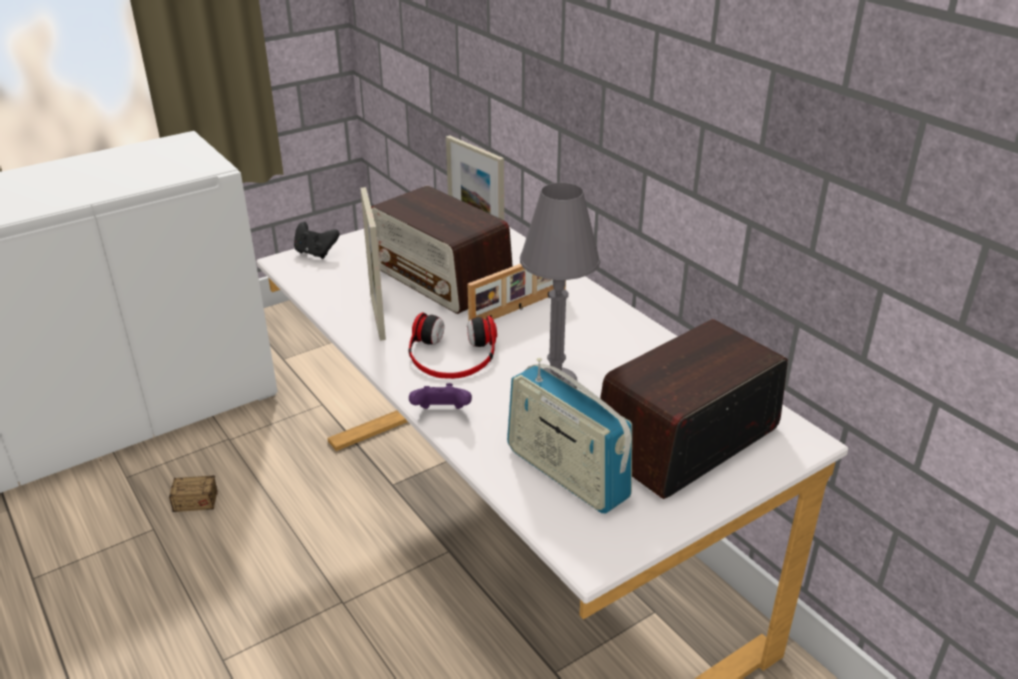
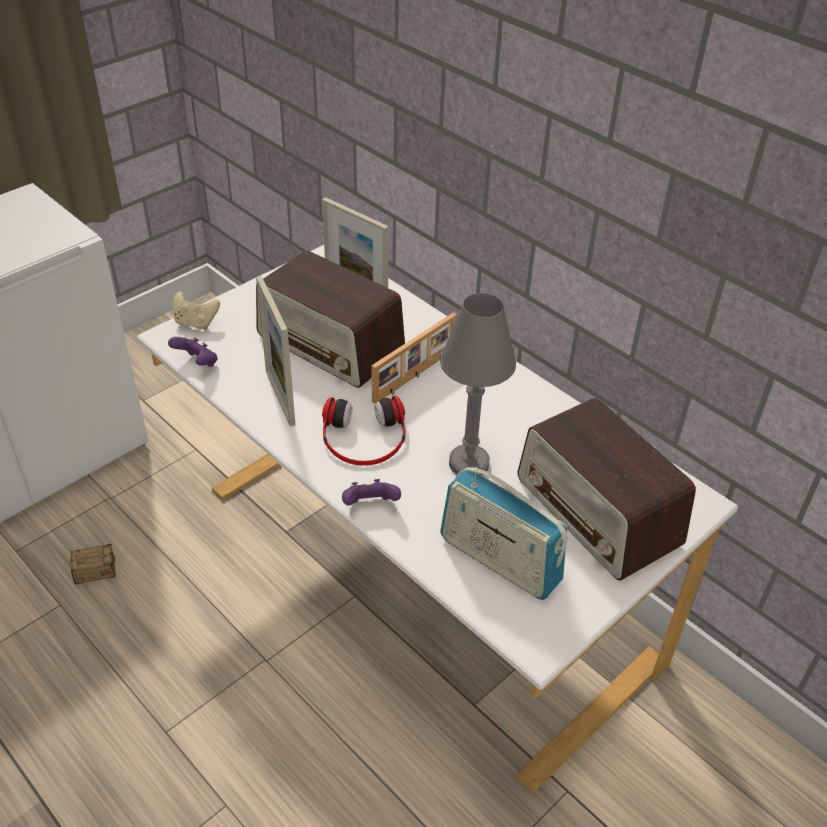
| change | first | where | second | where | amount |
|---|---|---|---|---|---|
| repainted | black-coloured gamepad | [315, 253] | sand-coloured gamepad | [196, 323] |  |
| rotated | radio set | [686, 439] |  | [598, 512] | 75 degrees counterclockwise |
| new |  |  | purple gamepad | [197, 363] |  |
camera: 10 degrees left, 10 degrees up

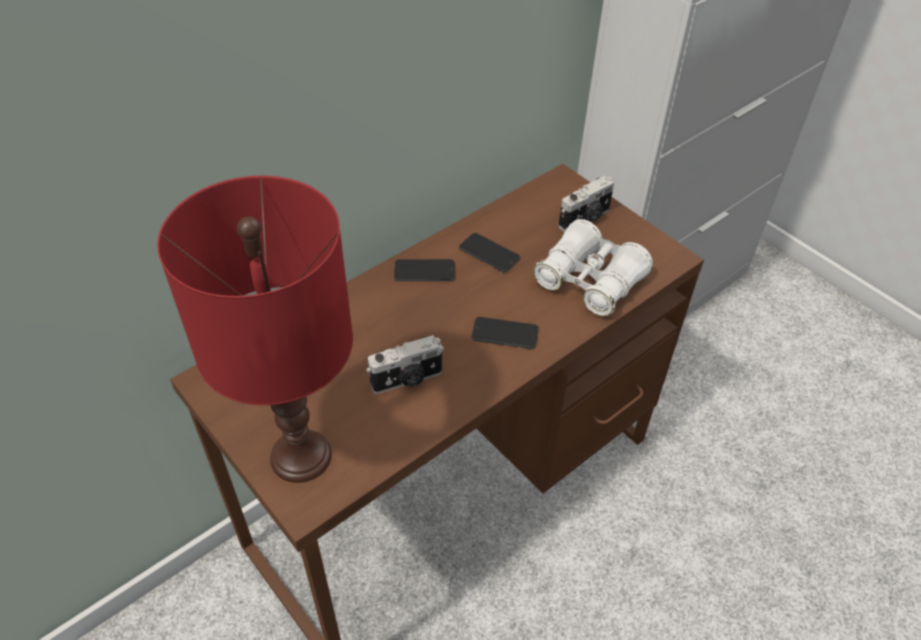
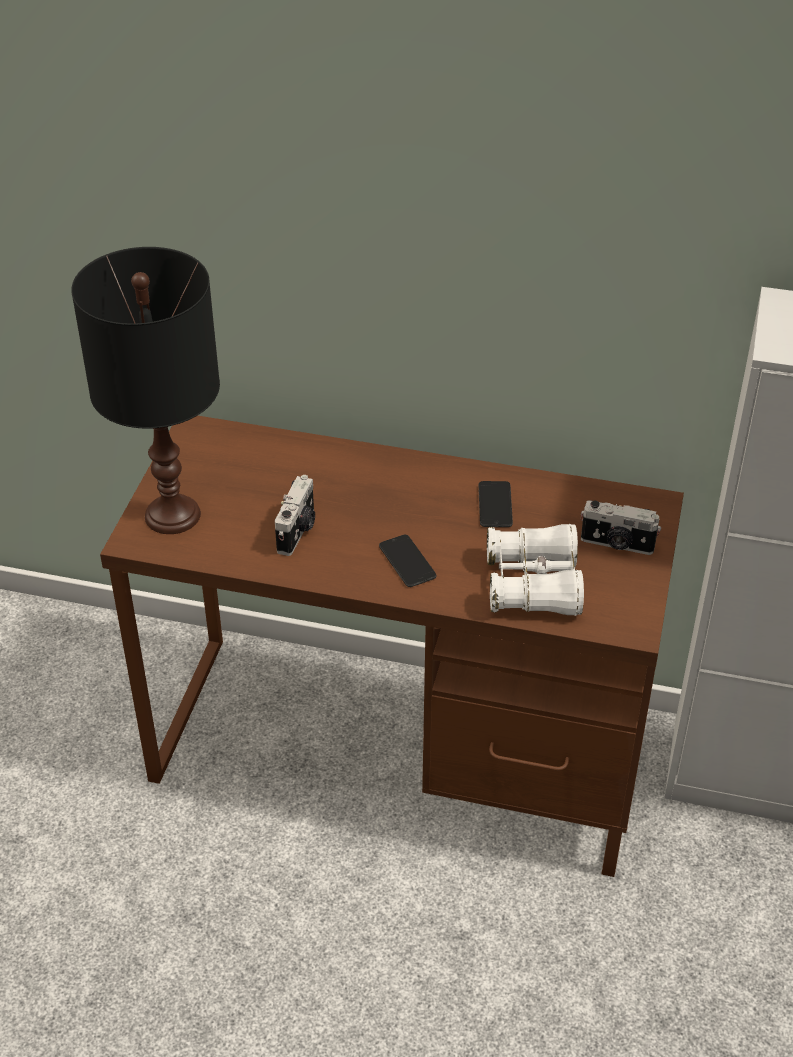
| change | first | where | second | where | amount |
|---|---|---|---|---|---|
| repainted | reddish tabletop lamp | [302, 455] | black-coloured tabletop lamp | [173, 515] |  |
| gone | telephone | [424, 271] |  |  |  |
| rotated | photo camera | [407, 380] |  | [298, 531] | 105 degrees counterclockwise |
camera: 55 degrees right, 5 degrees down

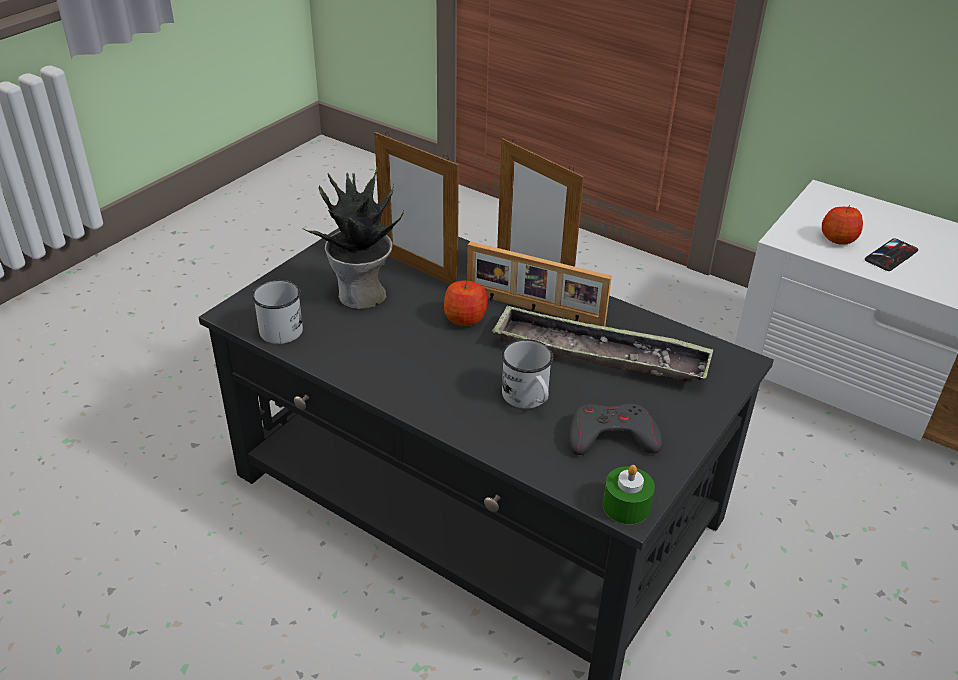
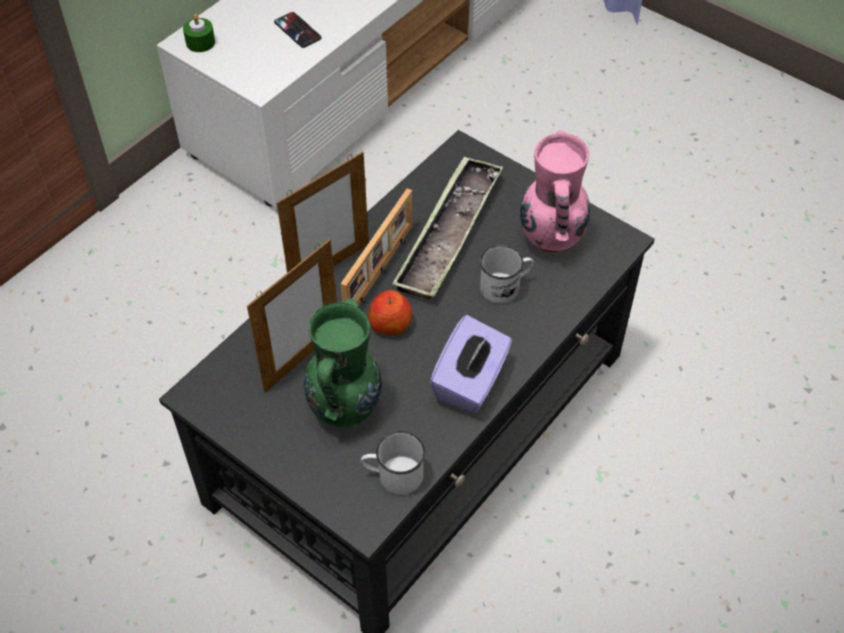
| change | first | where | second | where | amount |
|---|---|---|---|---|---|
| swapped | houseplant | [361, 296] | greenish flower vase | [346, 408] |  |
| gone | whole apple | [838, 239] |  |  |  |
| swapped | greyish gamepad | [611, 437] | pinkish flower vase | [550, 239] |  |
| shifted | greenish wax candle | [626, 506] |  | [200, 42] |  |
| new |  |  | purple tissue box | [470, 382] |  |
camera: 85 degrees left, 15 degrees up

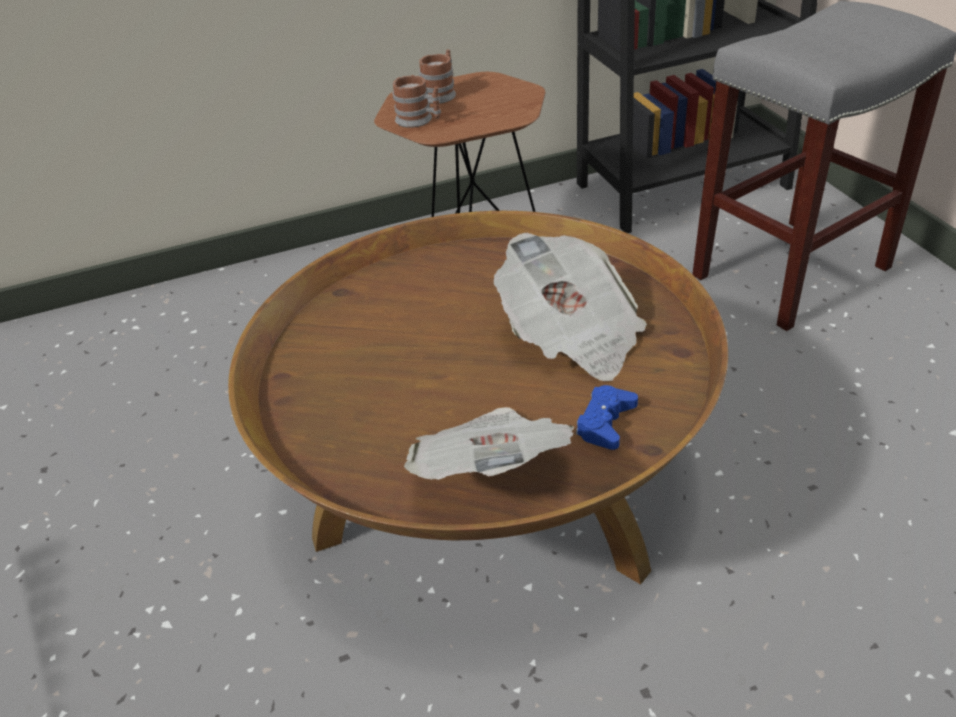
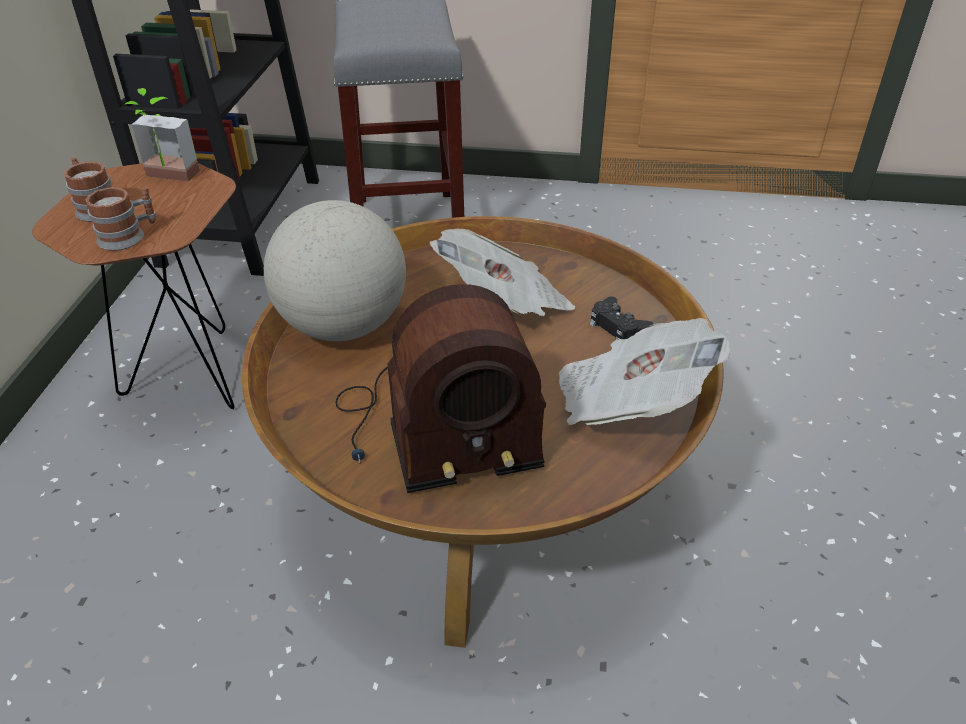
| change | first | where | second | where | amount |
|---|---|---|---|---|---|
| repainted | blue gamepad | [605, 423] | black-coloured gamepad | [618, 327] |  |
| new |  |  | houseplant | [168, 178] |  |
| new |  |  | desk globe | [343, 326] |  |
| new |  |  | radio set | [434, 428] |  |
camera: 65 degrees left, 0 degrees up

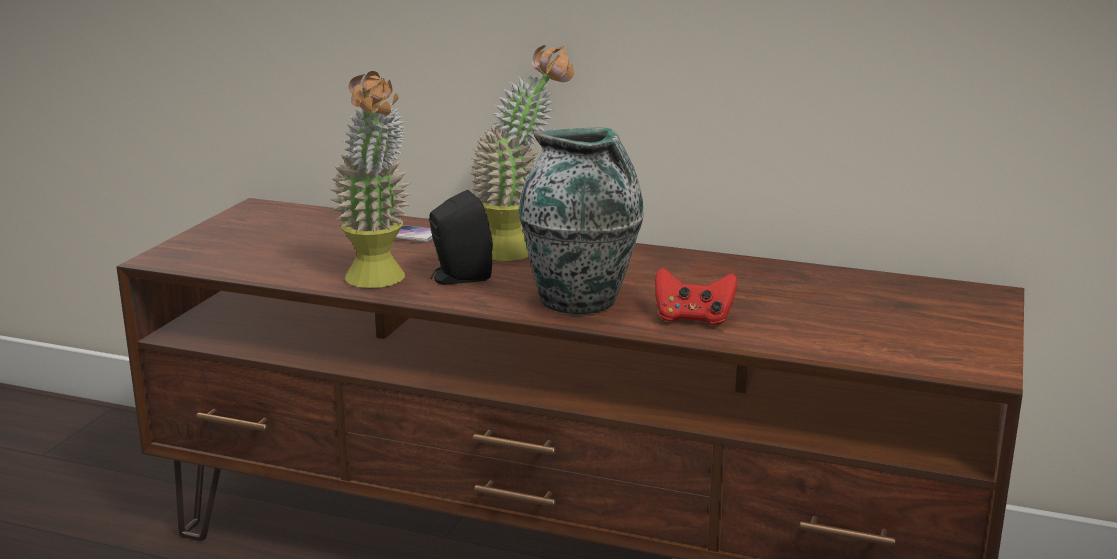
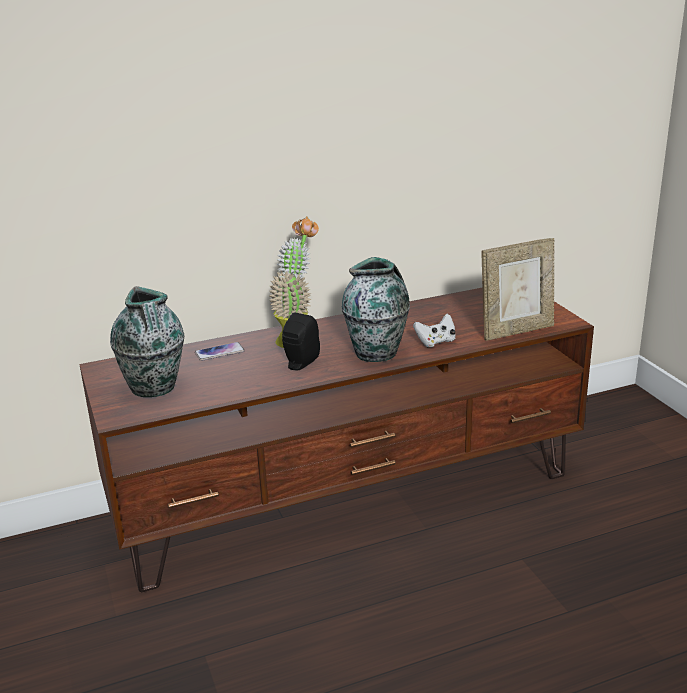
| change | first | where | second | where | amount |
|---|---|---|---|---|---|
| gone | houseplant | [379, 283] |  |  |  |
| repainted | reddish gamepad | [693, 318] | whitish gamepad | [436, 342] |  |
| new |  |  | photo frame | [516, 331] |  |
| new |  |  | flower vase | [154, 388] |  |
camera: 40 degrees left, 5 degrees up

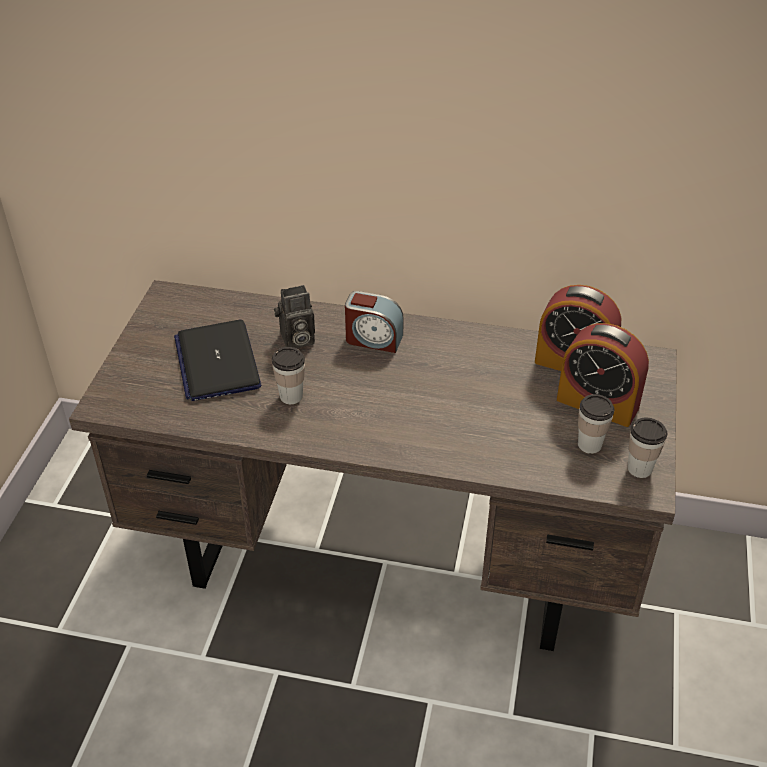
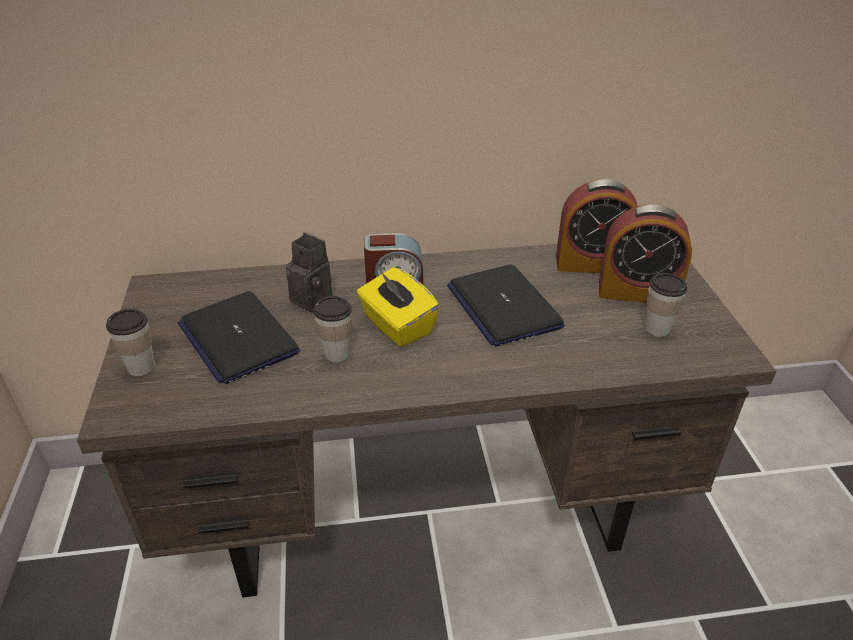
| change | first | where | second | where | amount |
|---|---|---|---|---|---|
| rotated | photo camera | [296, 340] |  | [315, 300] | 105 degrees counterclockwise |
| shifted | drinking cup | [639, 468] |  | [141, 367] |  |
| new |  |  | laptop | [503, 306] |  |
| new |  |  | yellow tissue box | [397, 326] |  |
camera: 20 degrees left, 5 degrees down

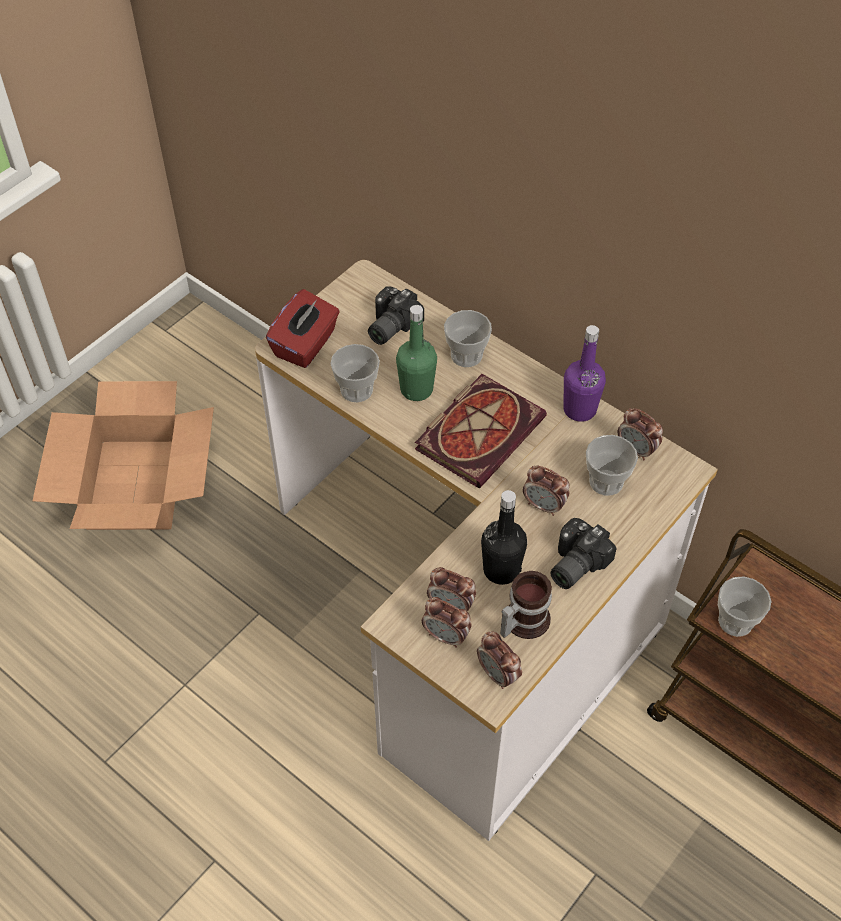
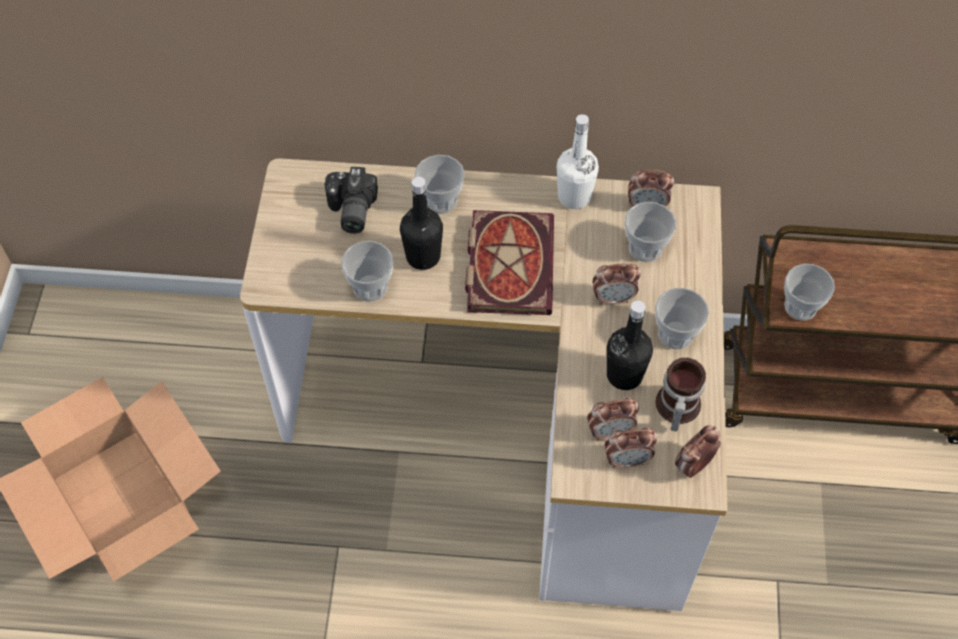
| change | first | where | second | where | amount |
|---|---|---|---|---|---|
| gone | reddish tissue box | [305, 345] |  |  |  |
| repainted | greenish drink bottle | [416, 389] | black-coloured drink bottle | [423, 256] |  |
| repainted | purple drink bottle | [579, 409] | whitish drink bottle | [574, 197] |  |
| swapped | photo camera | [573, 563] | drinking cup | [675, 334] |  |
| rotated | bedside clock | [498, 674] |  | [693, 465] | 120 degrees clockwise |
camera: 35 degrees left, 5 degrees up

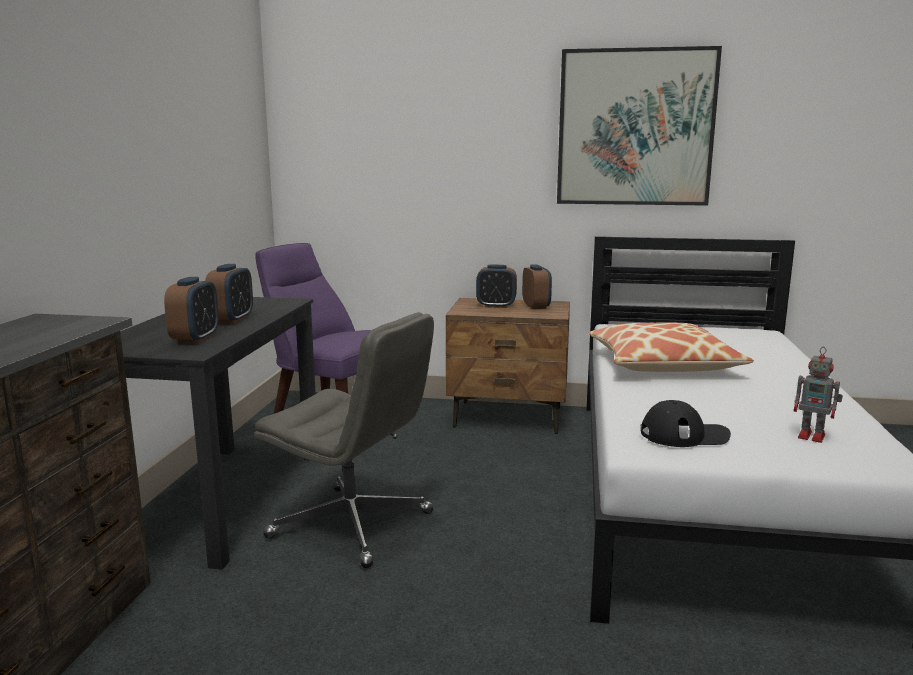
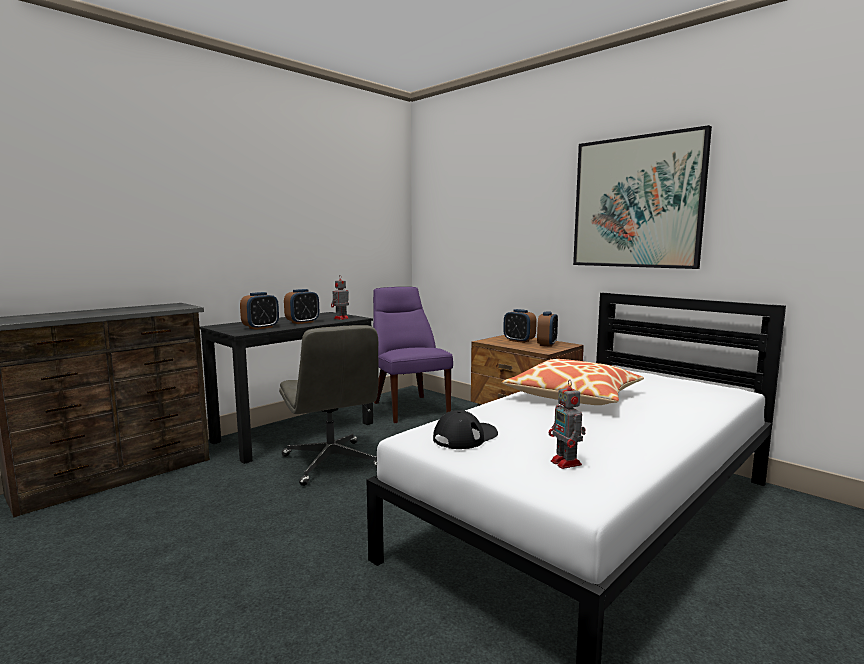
| change | first | where | second | where | amount |
|---|---|---|---|---|---|
| rotated | black-coloured baseball cap | [684, 435] |  | [465, 437] | 75 degrees counterclockwise |
| new |  |  | robot figure | [340, 318] |  |
camera: 35 degrees right, 5 degrees down

